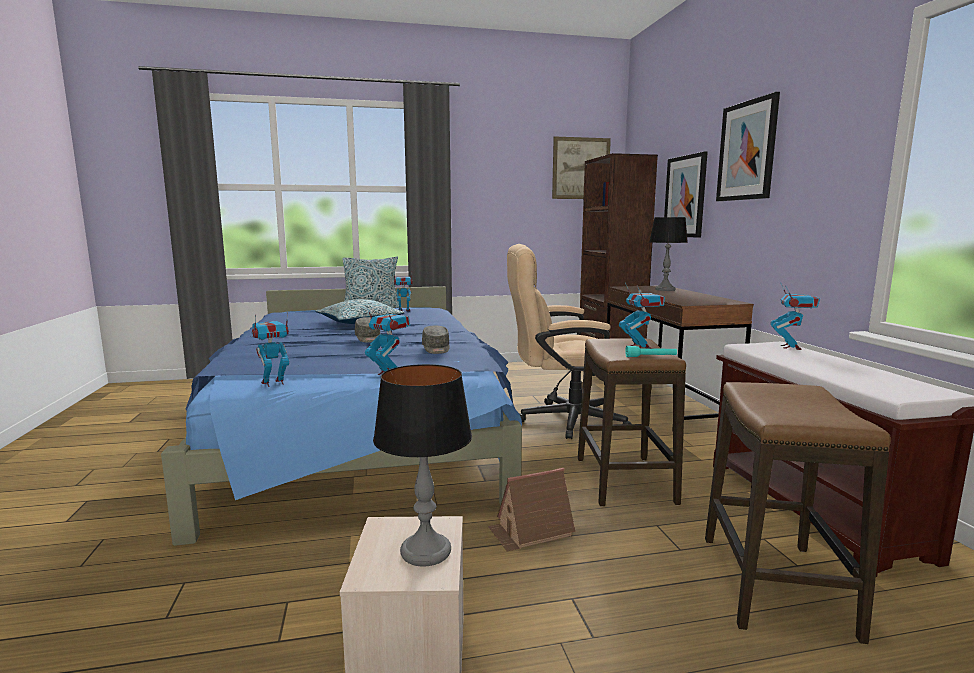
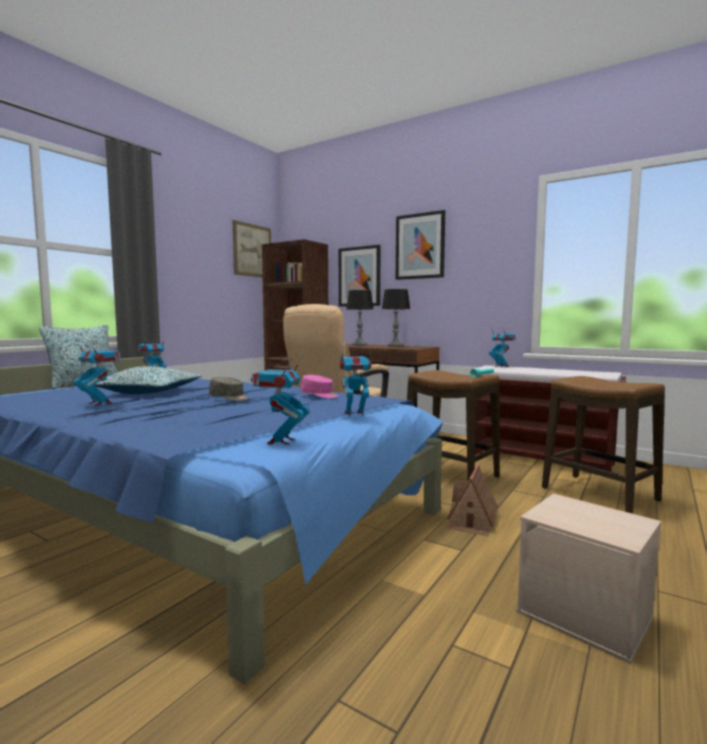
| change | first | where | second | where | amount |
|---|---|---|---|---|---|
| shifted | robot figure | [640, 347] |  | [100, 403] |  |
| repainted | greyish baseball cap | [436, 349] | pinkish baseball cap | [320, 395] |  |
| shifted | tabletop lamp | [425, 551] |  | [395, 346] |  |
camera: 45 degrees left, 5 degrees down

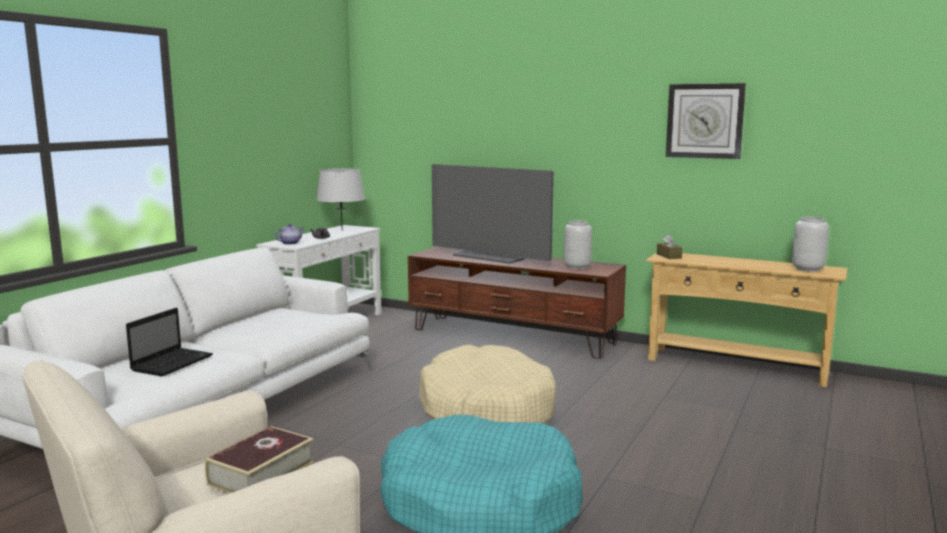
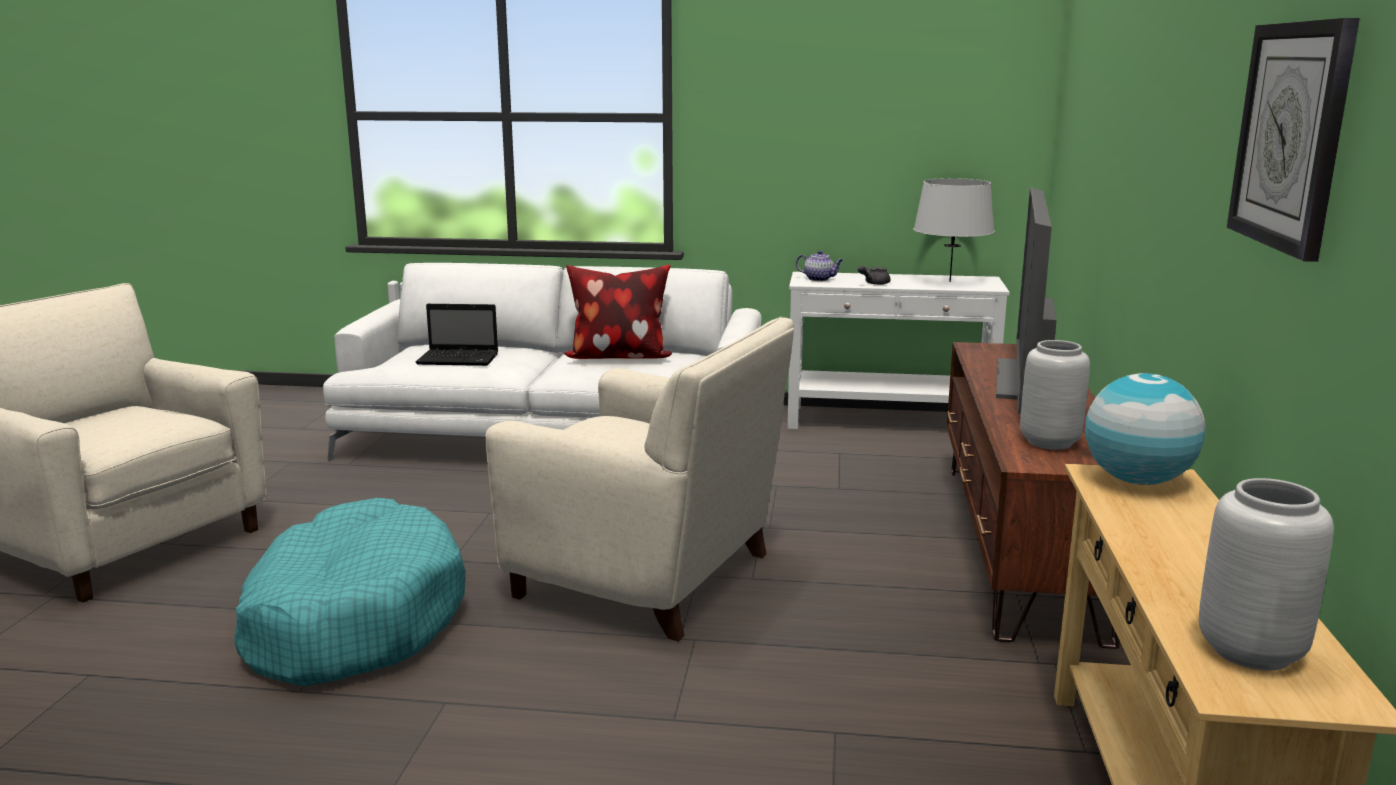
| change | first | where | second | where | amount |
|---|---|---|---|---|---|
| swapped | brown tissue box | [669, 256] | desk globe | [1137, 481] |  |
| swapped | sand-coloured dog cushion | [486, 410] | sand-coloured easy chair | [649, 577] |  |
| gone | bound book | [261, 473] |  |  |  |
| new |  |  | cushion | [618, 357] |  |
camera: 70 degrees right, 5 degrees up

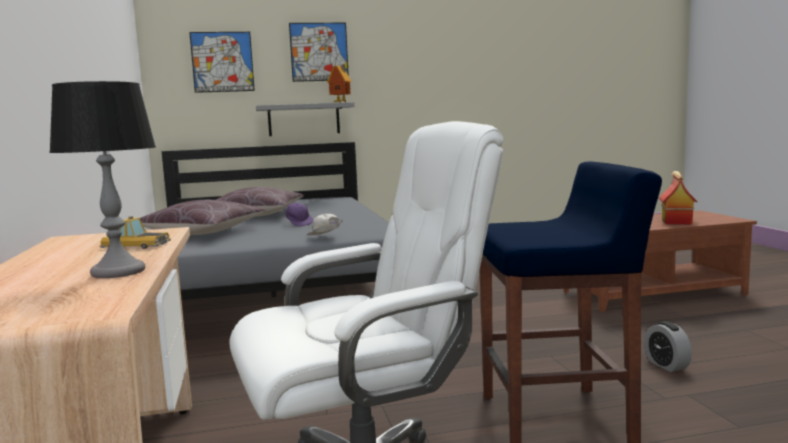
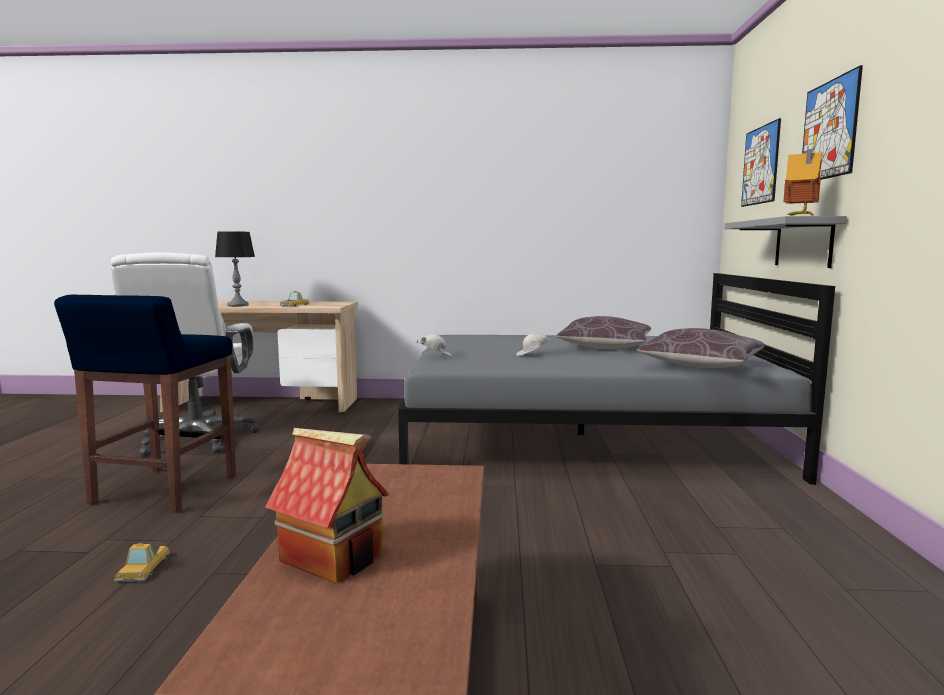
| change | first | where | second | where | amount |
|---|---|---|---|---|---|
| shifted | brown cushion | [203, 232] |  | [701, 366] |  |
| repainted | purple baseball cap | [299, 223] | whitish baseball cap | [532, 355] |  |
| swapped | bedside clock | [666, 365] | toy car | [142, 568] |  |
camera: 105 degrees right, 0 degrees up

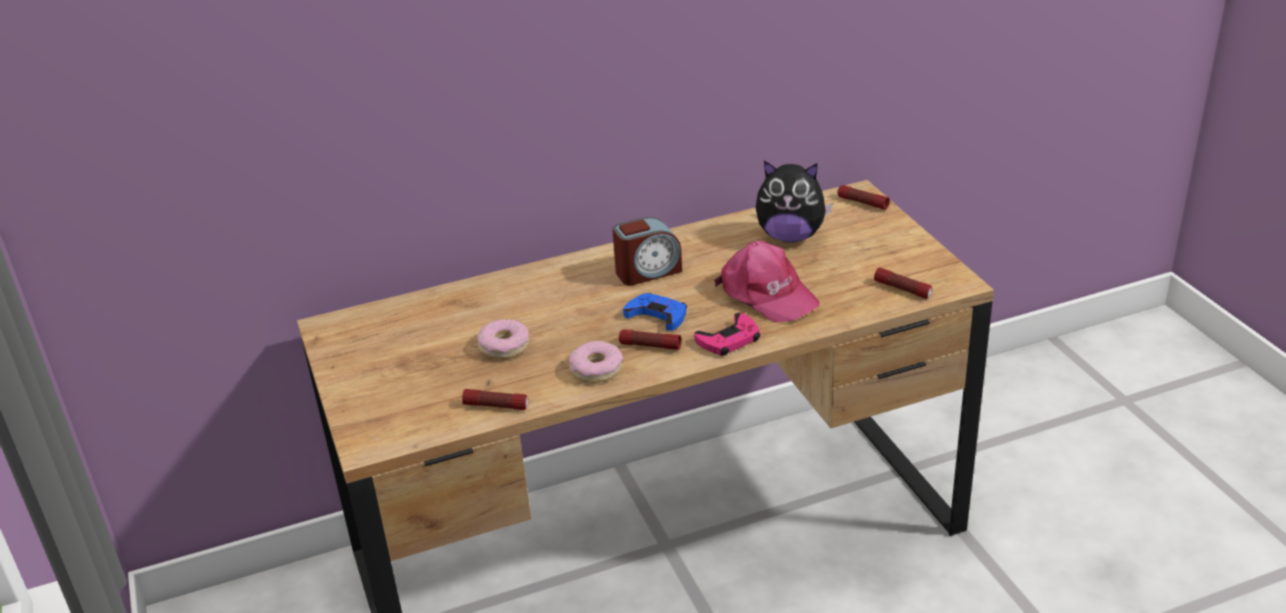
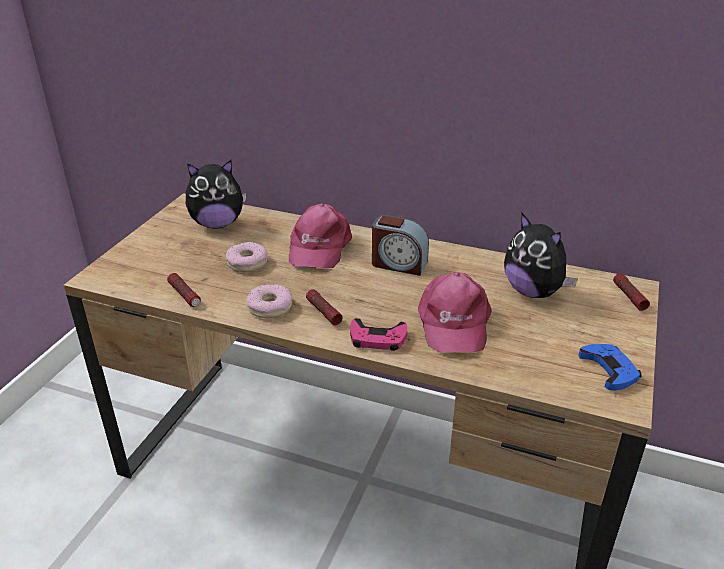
| change | first | where | second | where | amount |
|---|---|---|---|---|---|
| gone | torch | [902, 289] |  |  |  |
| shifted | blue gamepad | [657, 315] |  | [609, 370] |  |
| new |  |  | soft toy | [217, 224] |  |
| new |  |  | pinkish baseball cap | [318, 247] |  |
camera: 40 degrees right, 0 degrees up

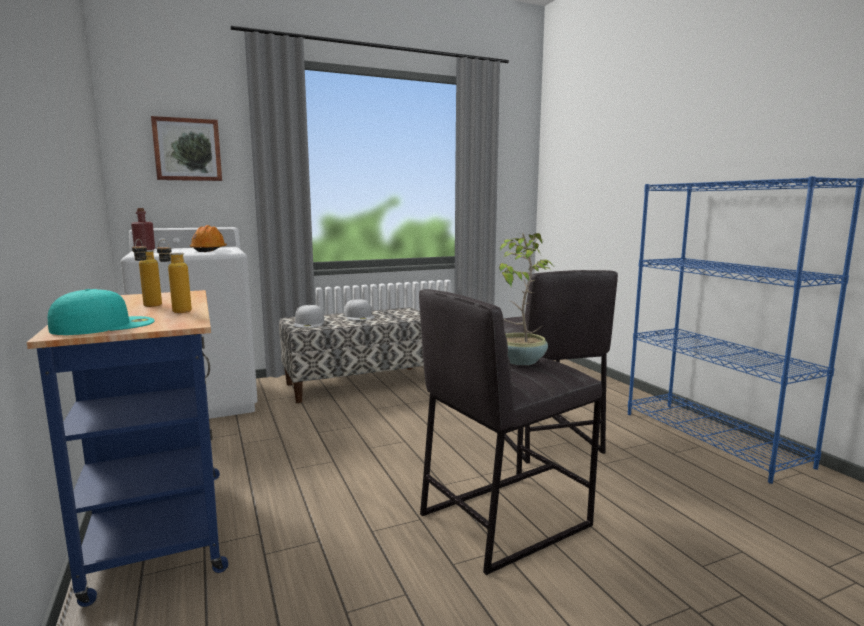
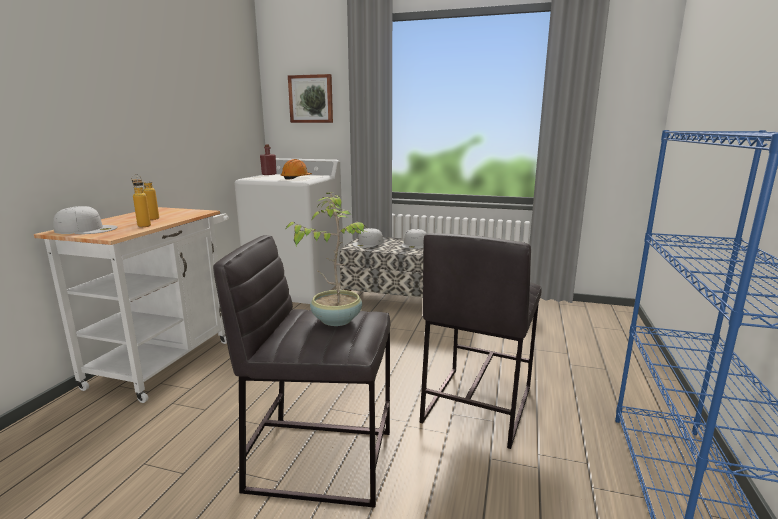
| change | first | where | second | where | amount |
|---|---|---|---|---|---|
| repainted | blue-green baseball cap | [104, 325] | whitish baseball cap | [87, 229] |  |
| repainted | blue cart | [160, 522] | whitish cart | [167, 359] |  |
camera: 40 degrees right, 5 degrees up

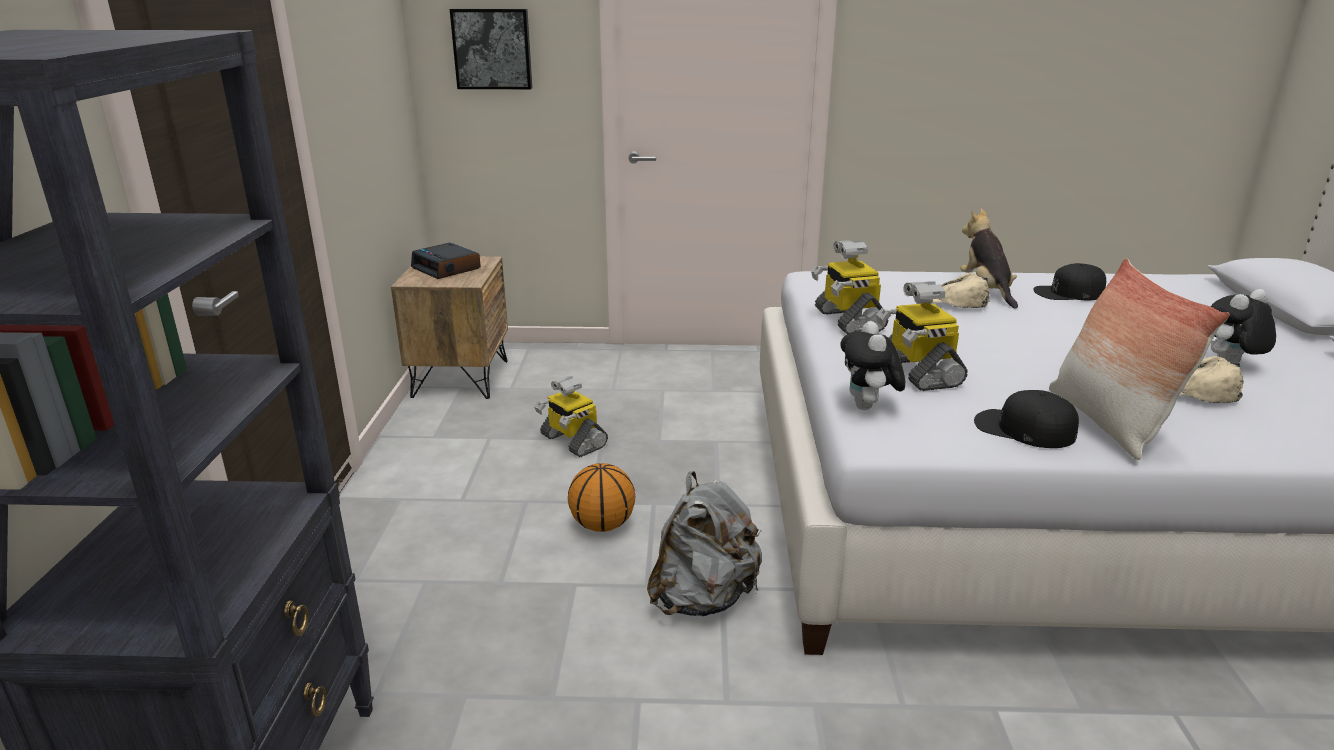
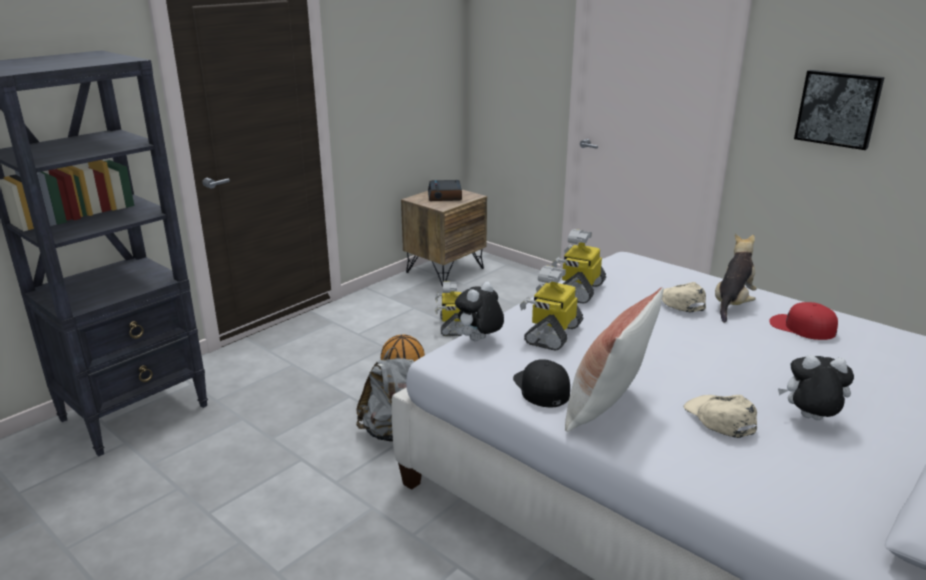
| change | first | where | second | where | amount |
|---|---|---|---|---|---|
| shifted | wall art | [492, 49] |  | [838, 108] |  |
| repainted | black-coloured baseball cap | [1068, 293] | reddish baseball cap | [802, 327] |  |
camera: 40 degrees right, 0 degrees up

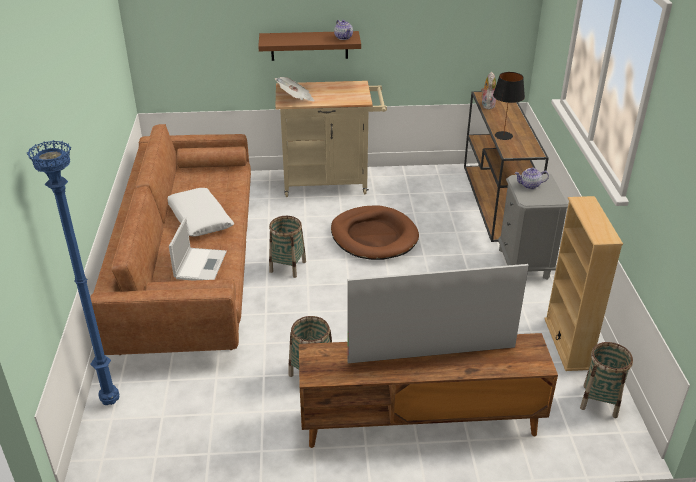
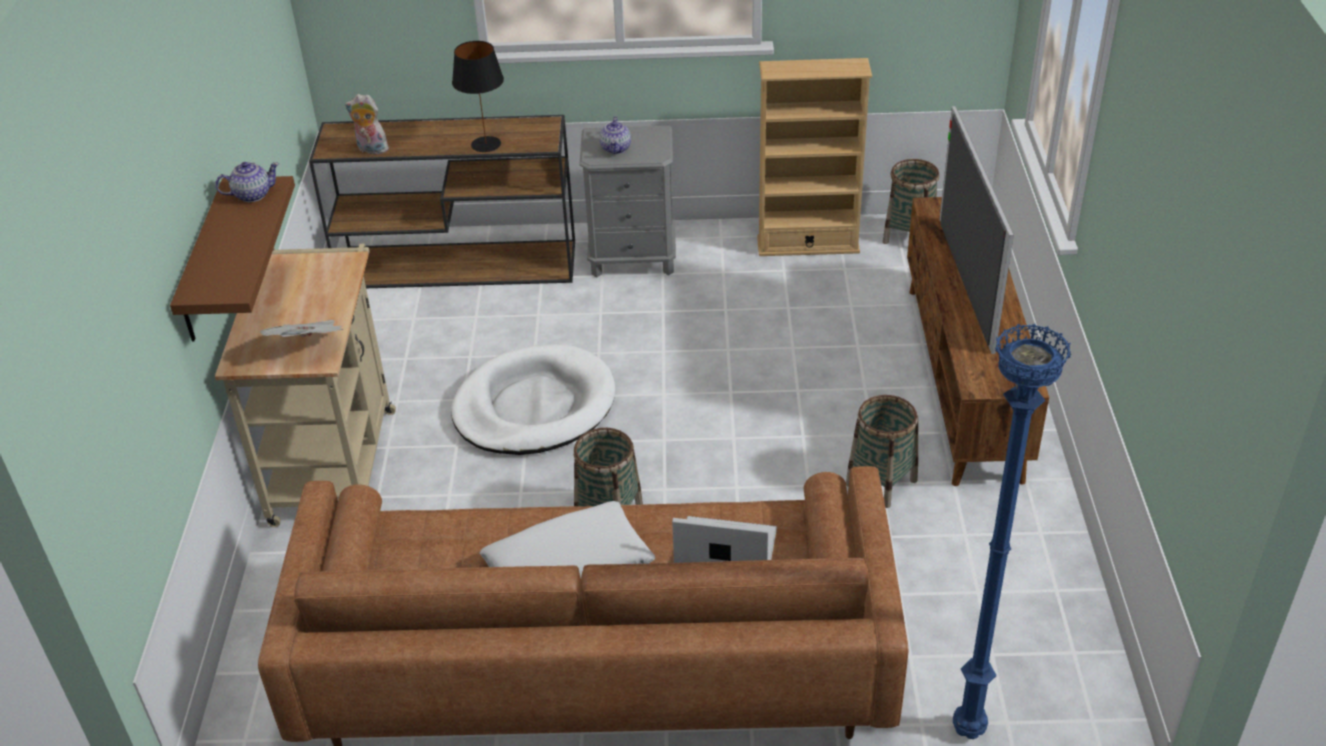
| change | first | where | second | where | amount |
|---|---|---|---|---|---|
| repainted | brown dog cushion | [374, 236] | whitish dog cushion | [534, 406] |  |
camera: 85 degrees left, 5 degrees up

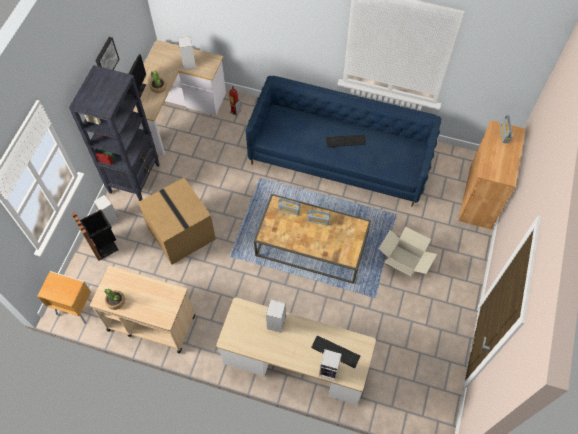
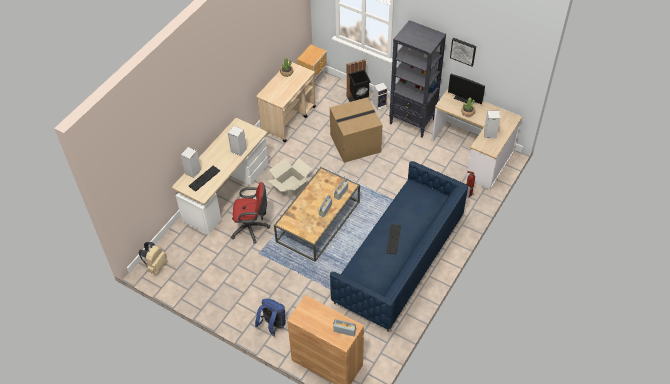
| change | first | where | second | where | amount |
|---|---|---|---|---|---|
| shifted | carton | [404, 262] |  | [290, 186] |  |
| new |  |  | reddish computer chair | [251, 228] |  |
| new |  |  | sand-coloured knapsack | [156, 266] |  |
| new |  |  | blue knapsack | [272, 325] |  |
camera: 105 degrees right, 10 degrees down

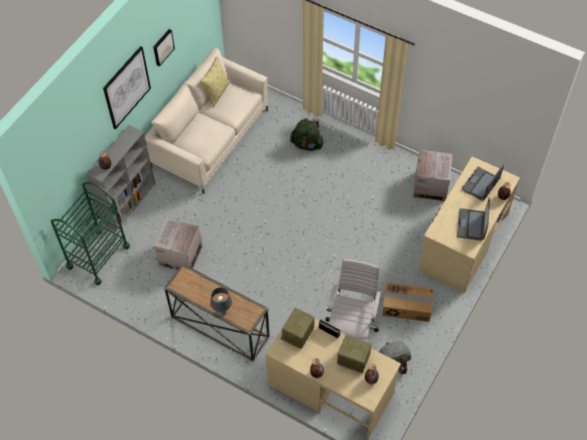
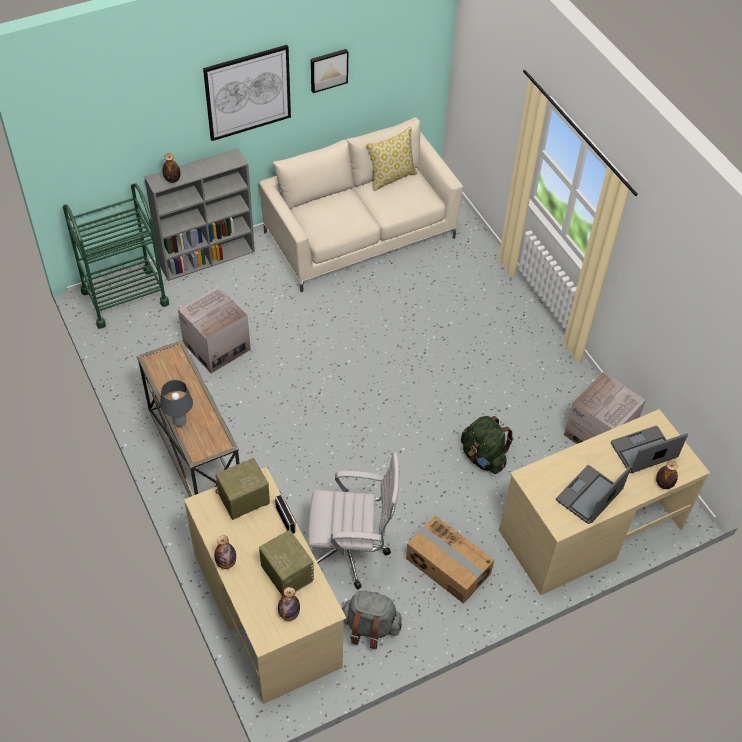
| change | first | where | second | where | amount |
|---|---|---|---|---|---|
| shifted | greenish knapsack | [307, 144] |  | [483, 457] |  |
| rotated | whitish computer chair | [351, 329] |  | [351, 552] | 45 degrees clockwise |
camera: 30 degrees right, 5 degrees down

